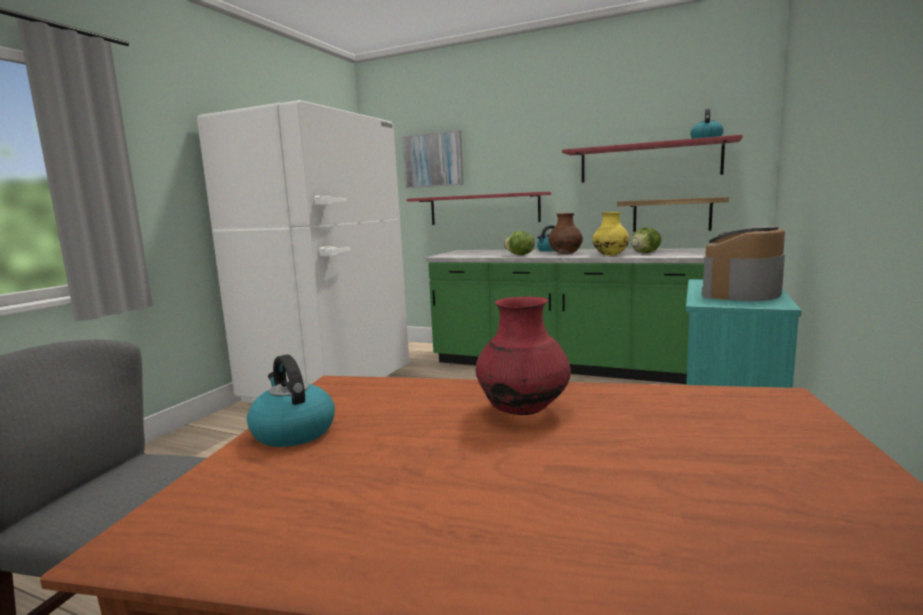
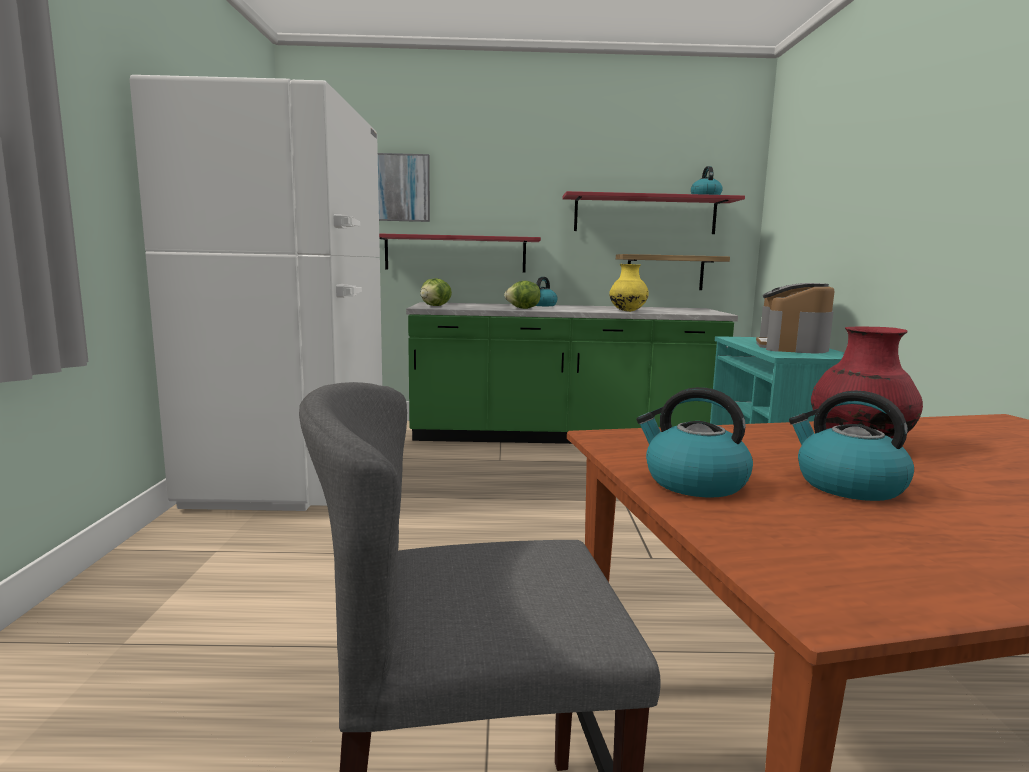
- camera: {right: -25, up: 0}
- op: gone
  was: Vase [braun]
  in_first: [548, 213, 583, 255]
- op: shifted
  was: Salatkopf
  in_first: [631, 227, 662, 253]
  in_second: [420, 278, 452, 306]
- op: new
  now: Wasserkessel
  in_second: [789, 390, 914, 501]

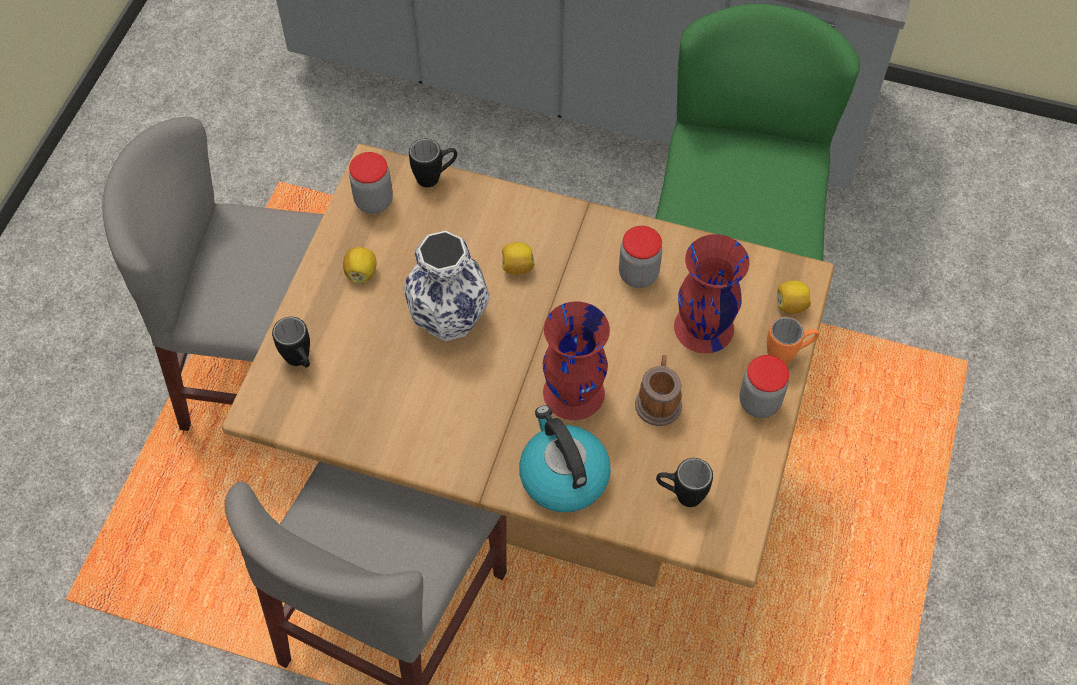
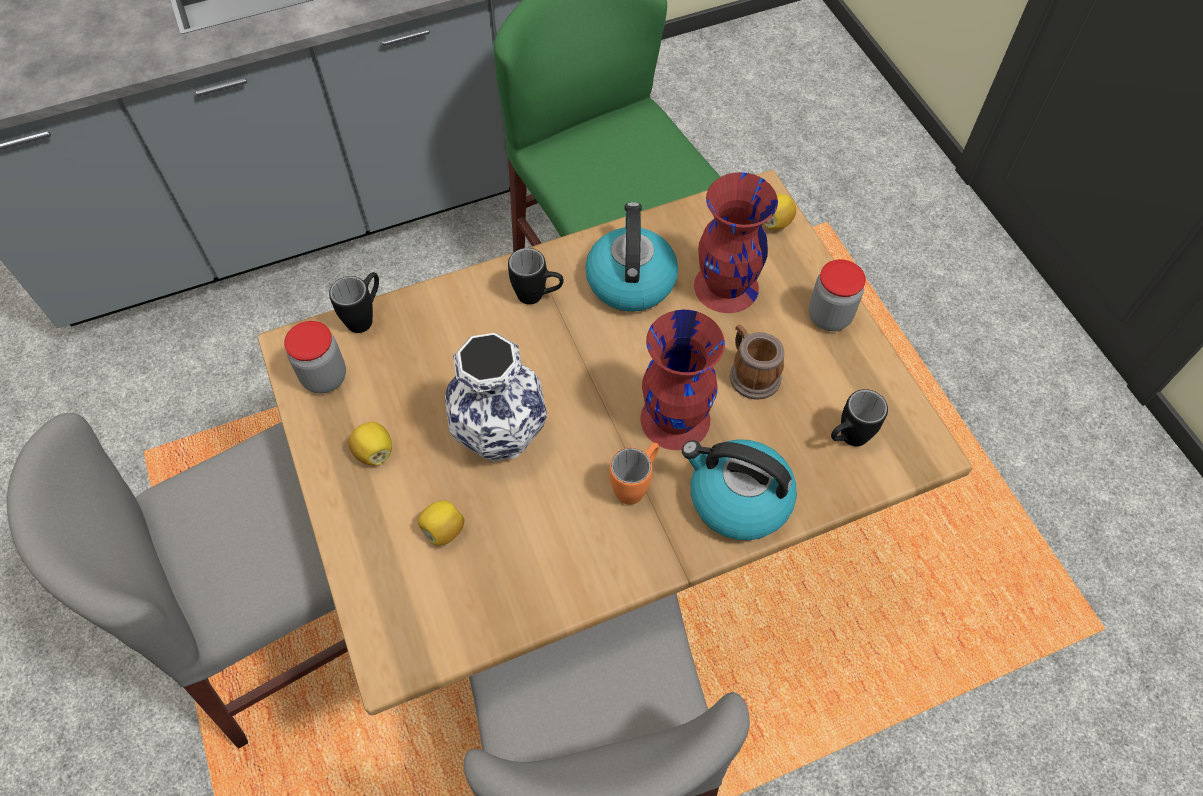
- camera: {right: -40, up: 0}
- op: shifted
  was: Henkelbecher [schwarz]
  in_first: [272, 317, 310, 368]
  in_second: [508, 248, 564, 305]
- op: shifted
  was: Zitrone
  in_first: [502, 242, 535, 275]
  in_second: [418, 501, 464, 546]
- op: swapped
  was: Vorratsglas
  now: Wasserkessel
  in_first: [619, 226, 662, 288]
  in_second: [585, 202, 678, 312]
- op: shifted
  was: Henkelbecher [orange]
  in_first: [767, 317, 819, 365]
  in_second: [609, 443, 659, 505]

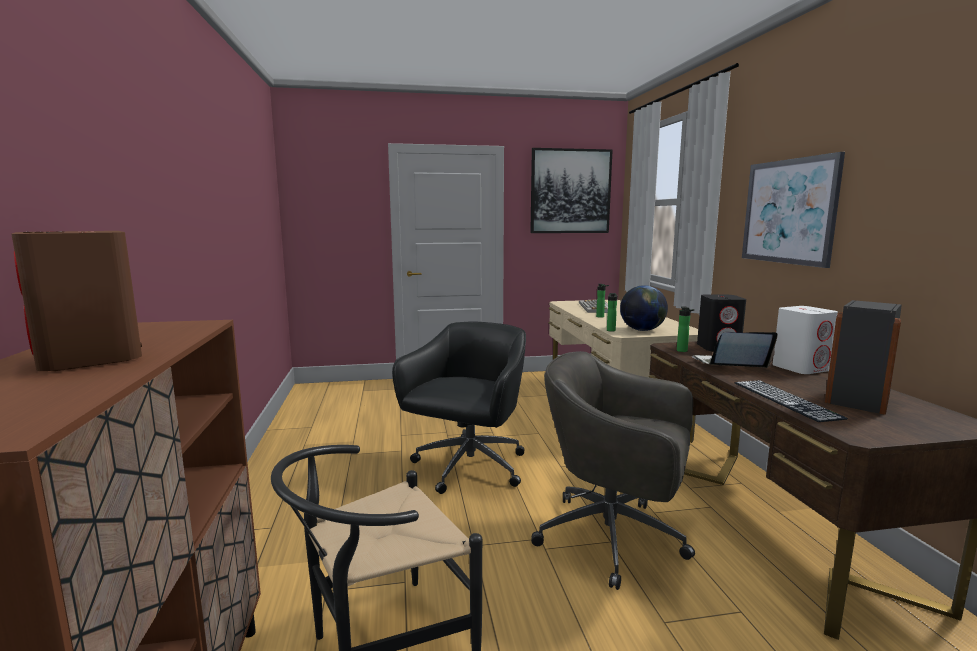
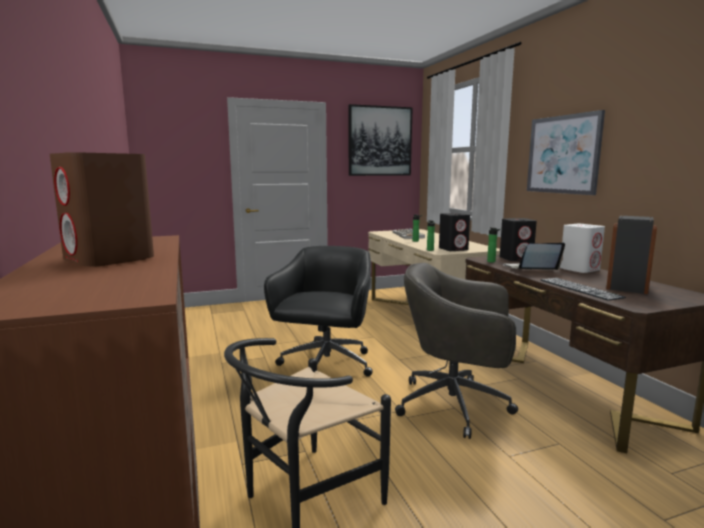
- camera: {right: -10, up: 0}
- op: swapped
  was: Globus
  now: Lautsprecher [schwarz]
  in_first: [620, 285, 668, 331]
  in_second: [439, 213, 470, 251]

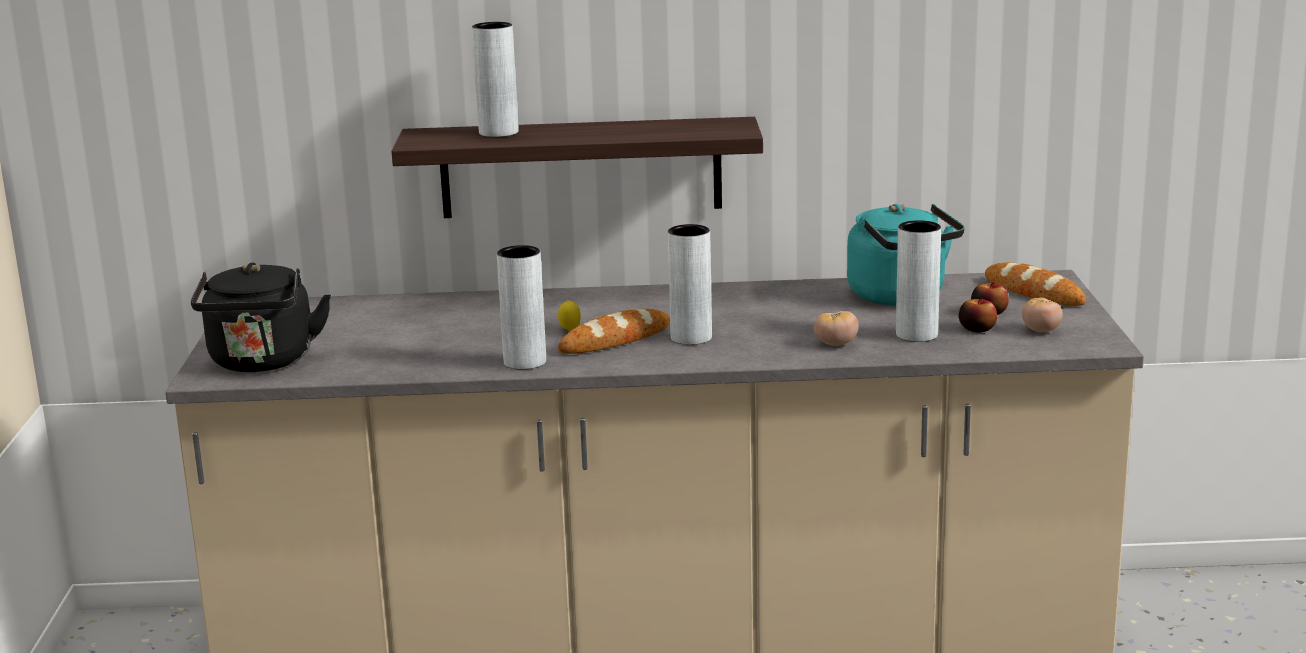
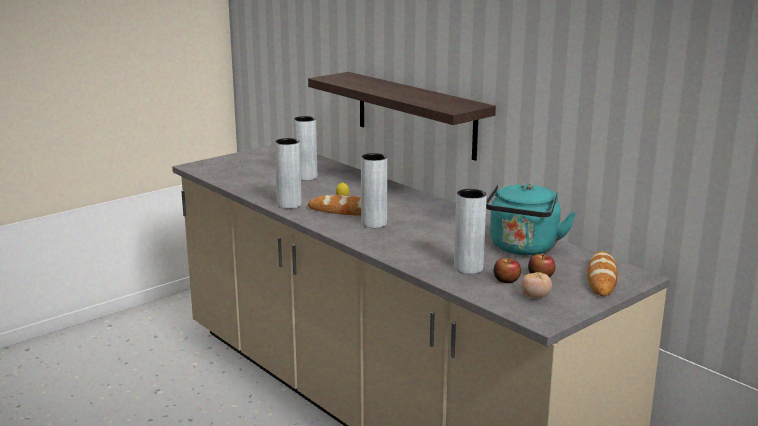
- camera: {right: 50, up: 0}
- op: gone
  was: Wasserkessel [schwarz]
  in_first: [191, 263, 331, 372]
- op: shifted
  was: Vase [grau]
  in_first: [472, 22, 518, 137]
  in_second: [293, 116, 317, 180]
- op: gone
  was: Tomate
  in_first: [814, 311, 859, 346]

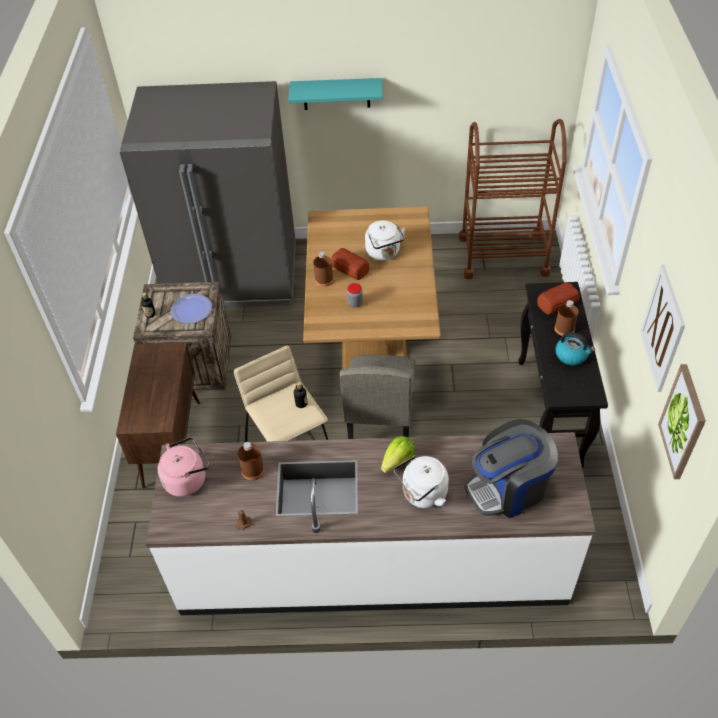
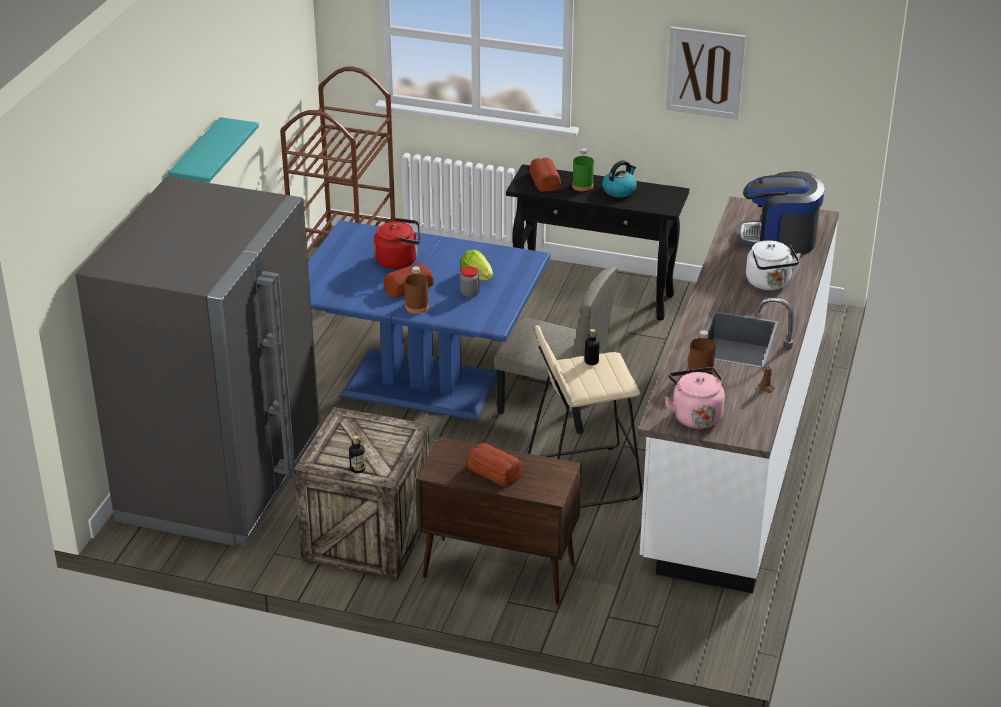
- camera: {right: -75, up: -15}
- op: gone
  was: Teller
  in_first: [171, 294, 212, 324]
- op: repainted
  was: Esstisch [braun]
  now: Esstisch [blau]
  in_first: [303, 207, 441, 369]
  in_second: [308, 220, 550, 421]
- op: repainted
  was: Wasserkessel [weiß]
  now: Wasserkessel [rot]
  in_first: [365, 221, 406, 260]
  in_second: [374, 218, 420, 269]
- op: shifted
  was: Salatkopf
  in_first: [381, 436, 415, 473]
  in_second: [460, 250, 493, 281]
- op: rotated
  was: Kaffeemaschine
  in_first: [465, 419, 558, 518]
  in_second: [738, 171, 825, 255]
  clockwise: 105
- op: repainted
  was: Flasche [braun]
  now: Flasche [grün]
  in_first: [554, 300, 578, 336]
  in_second: [572, 148, 594, 191]
- op: gone
  was: Bild
  in_first: [658, 364, 706, 479]
- op: new
  now: Brot
  in_second: [466, 443, 522, 487]

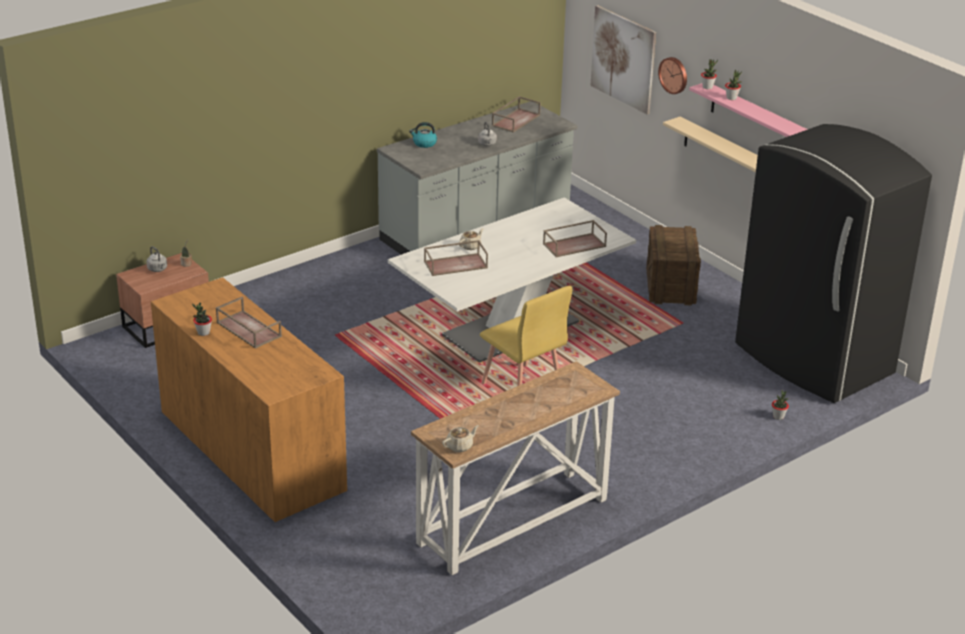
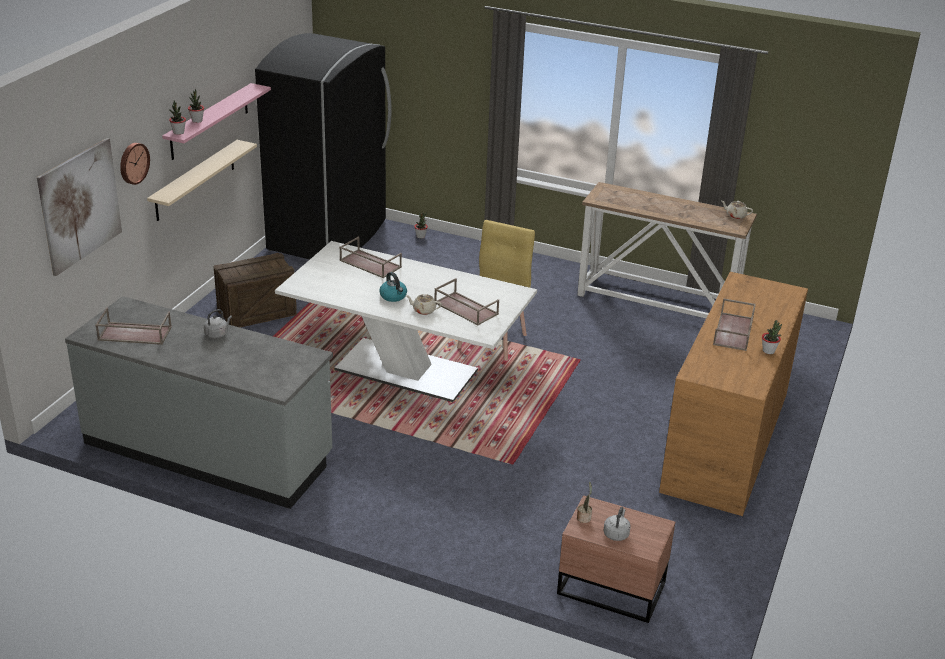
- camera: {right: -120, up: 0}
- op: shifted
  was: Wasserkessel
  in_first: [409, 122, 437, 148]
  in_second: [379, 272, 407, 302]

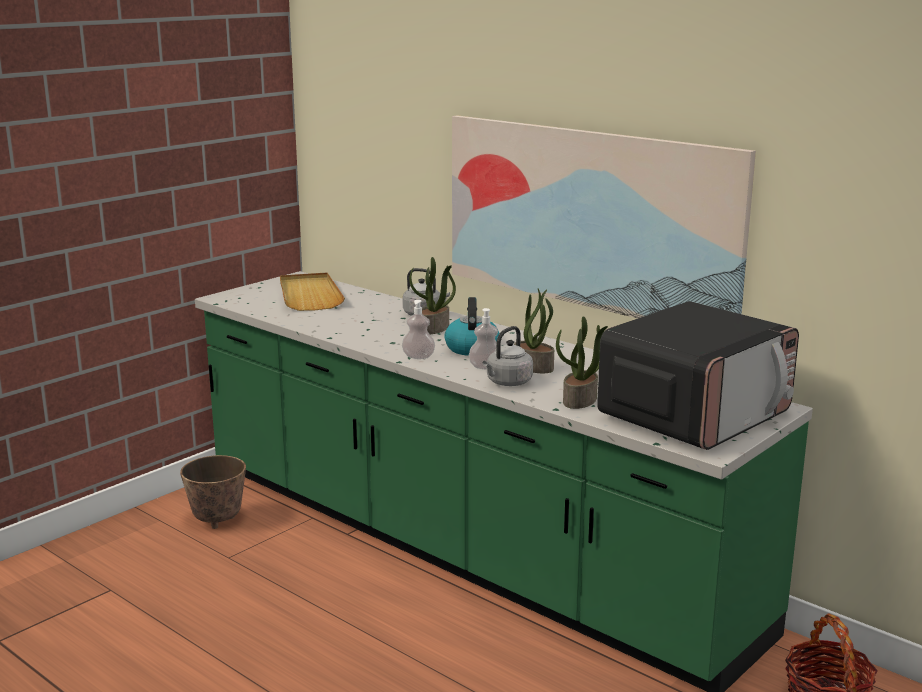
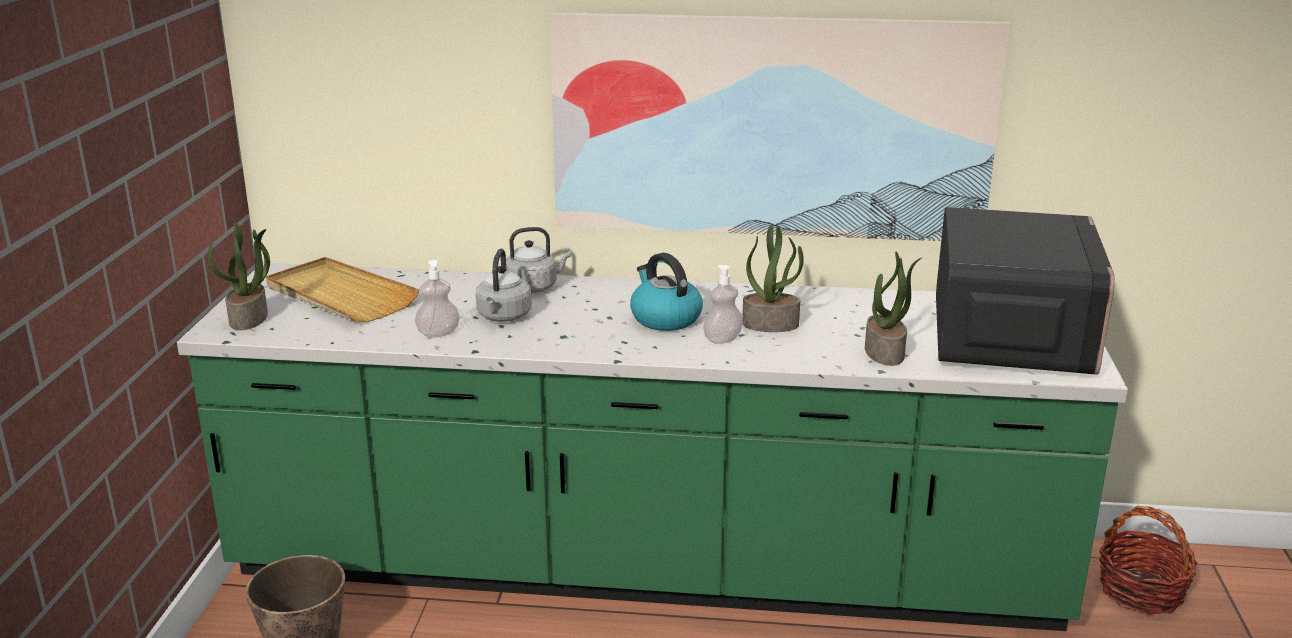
- camera: {right: -35, up: 5}
- op: shifted
  was: Seifenspender
  in_first: [402, 300, 435, 359]
  in_second: [415, 260, 460, 337]
- op: shifted
  was: Topfpflanze
  in_first: [409, 257, 456, 334]
  in_second: [208, 222, 270, 330]
- op: shifted
  was: Wasserkessel [grau]
  in_first: [483, 326, 533, 386]
  in_second: [476, 249, 531, 322]

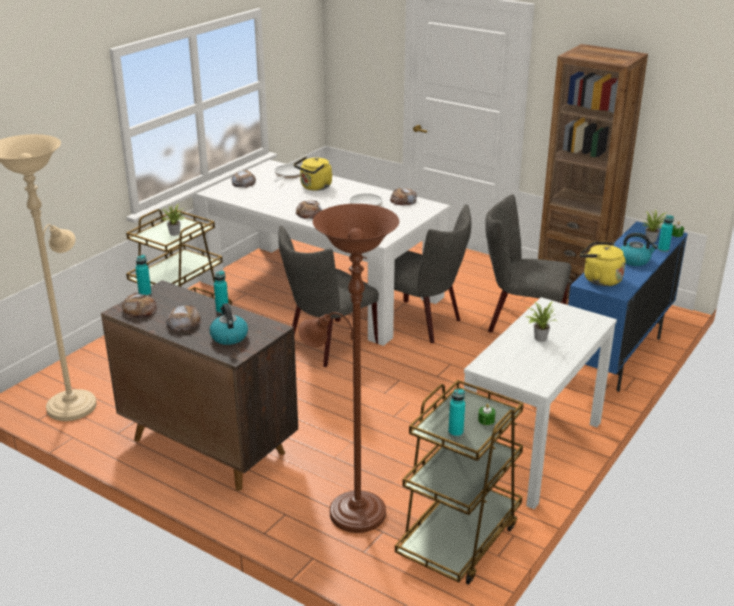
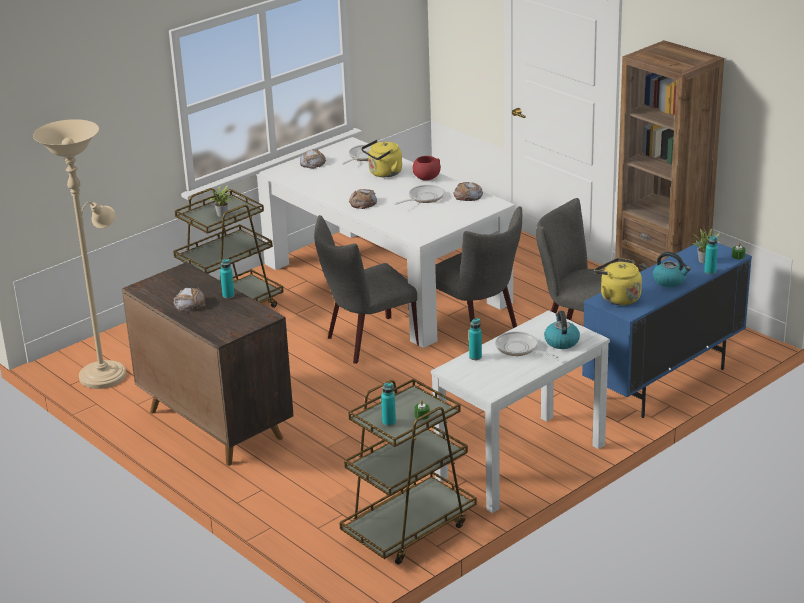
- camera: {right: 15, up: 0}
- op: gone
  was: Brot
  in_first: [122, 293, 157, 318]
- op: shifted
  was: Flasche [türkis]
  in_first: [135, 255, 152, 295]
  in_second: [469, 318, 482, 360]
- op: shifted
  was: Wasserkessel
  in_first: [209, 303, 248, 345]
  in_second: [544, 311, 580, 349]
- op: gone
  was: Stehlampe [braun]
  in_first: [298, 204, 399, 533]
- op: swapped
  was: Topfpflanze
  now: Pfanne
  in_first: [525, 301, 557, 342]
  in_second: [495, 331, 558, 358]
- op: new
  now: Schüssel [rot]
  in_second: [412, 156, 441, 181]

